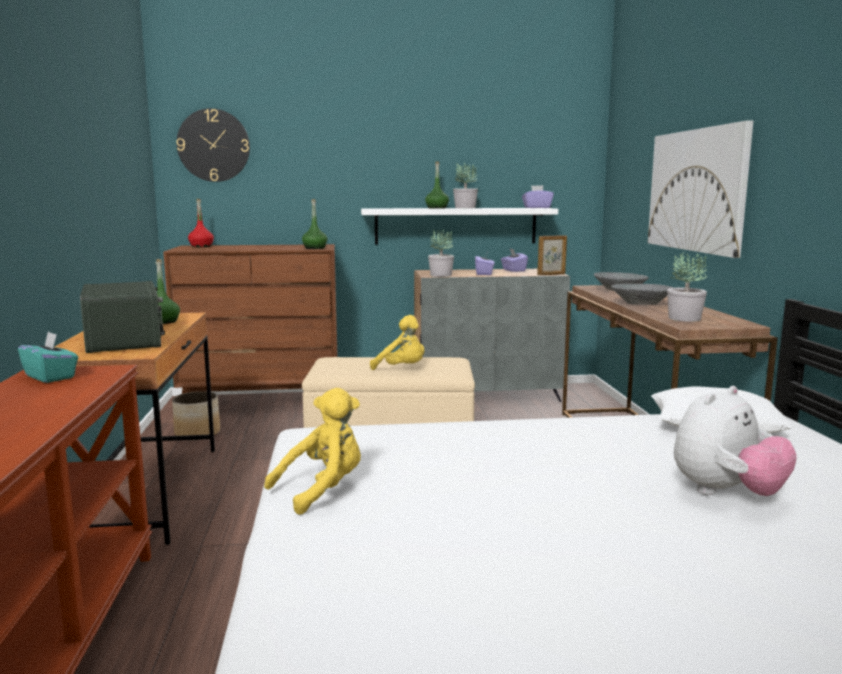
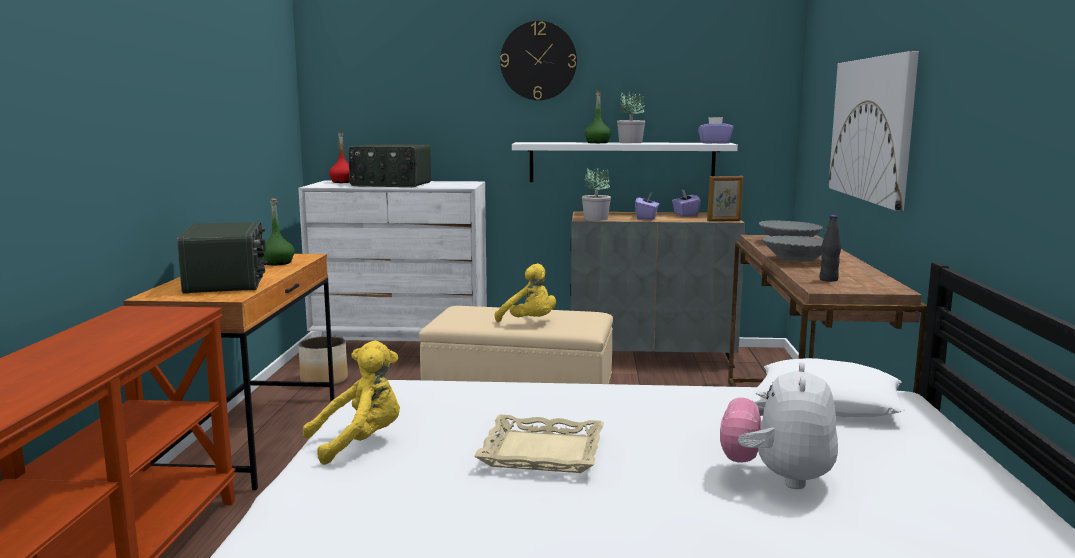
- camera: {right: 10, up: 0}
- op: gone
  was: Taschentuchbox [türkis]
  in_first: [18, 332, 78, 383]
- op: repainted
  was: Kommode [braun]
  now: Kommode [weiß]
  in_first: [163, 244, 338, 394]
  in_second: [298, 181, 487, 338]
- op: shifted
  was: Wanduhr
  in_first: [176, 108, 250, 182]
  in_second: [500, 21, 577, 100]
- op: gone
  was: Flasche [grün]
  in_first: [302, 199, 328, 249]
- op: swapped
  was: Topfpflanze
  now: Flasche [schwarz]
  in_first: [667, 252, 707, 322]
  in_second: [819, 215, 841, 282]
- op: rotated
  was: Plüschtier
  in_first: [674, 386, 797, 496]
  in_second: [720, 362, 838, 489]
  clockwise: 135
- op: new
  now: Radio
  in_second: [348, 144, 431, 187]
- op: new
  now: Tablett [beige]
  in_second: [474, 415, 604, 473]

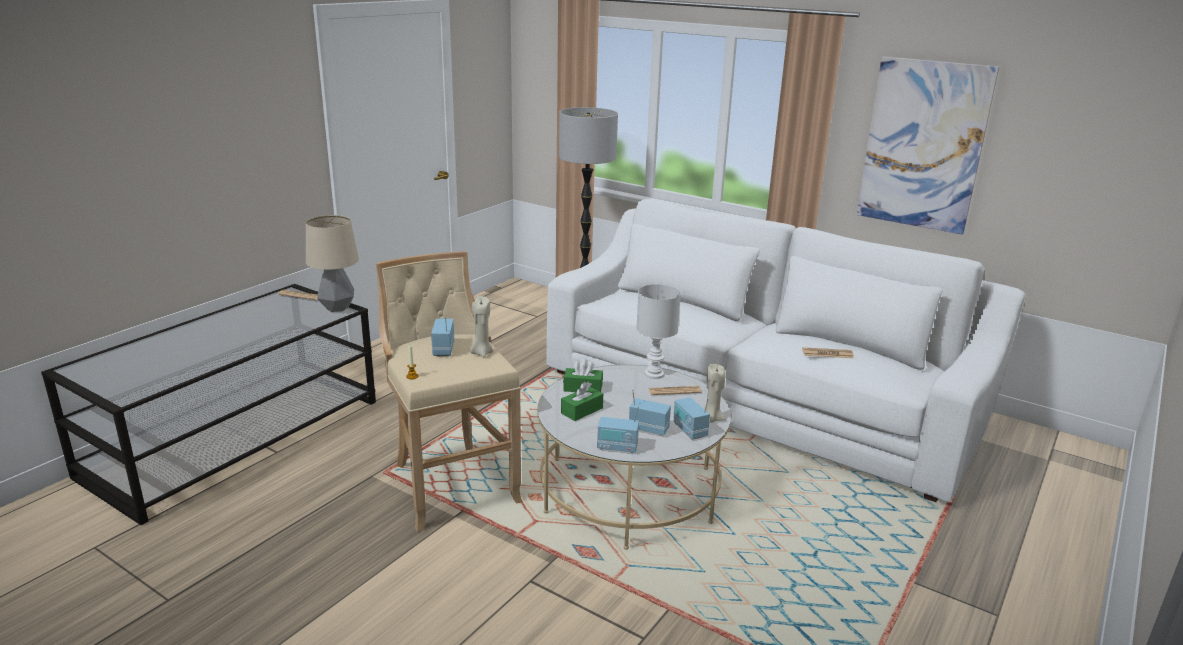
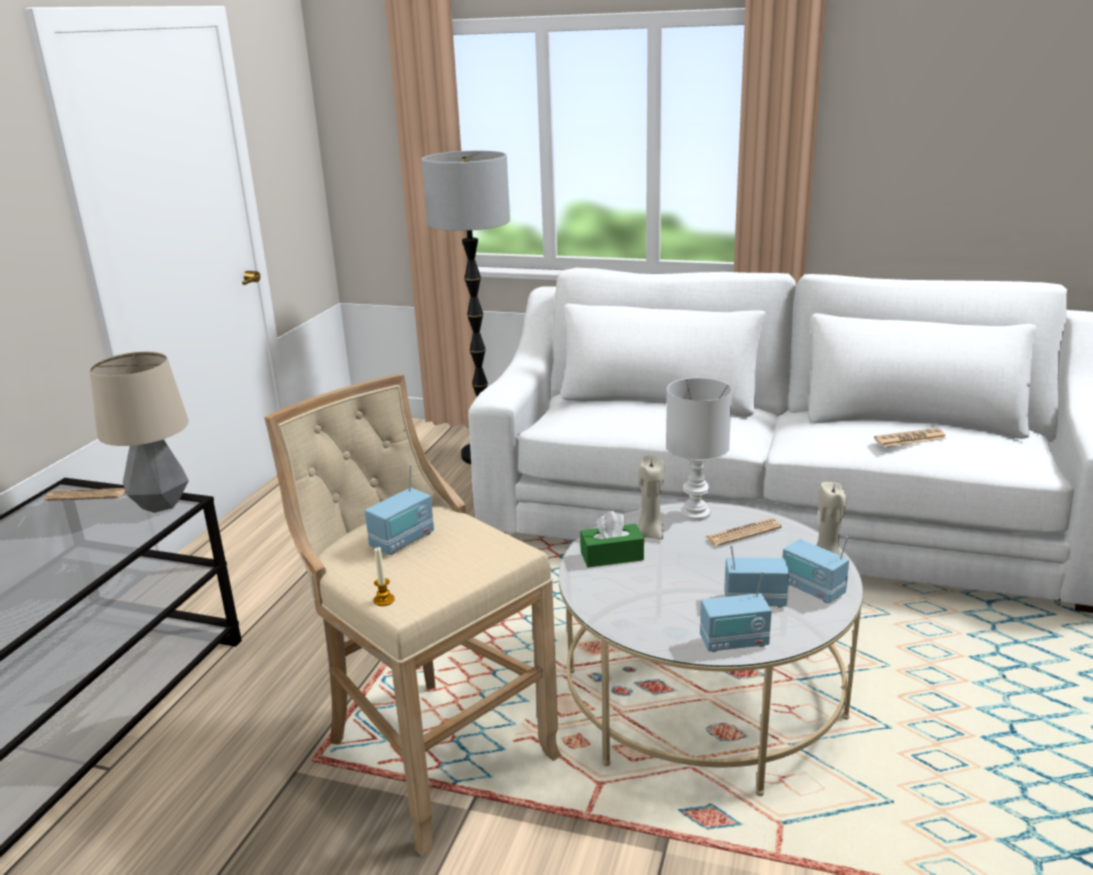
- camera: {right: -15, up: 0}
- op: rotated
  was: Radio
  in_first: [431, 317, 454, 356]
  in_second: [365, 464, 434, 555]
  clockwise: -120
- op: shifted
  was: Kerze [beige]
  in_first: [470, 296, 493, 357]
  in_second: [637, 455, 664, 540]
- op: gone
  was: Taschentuchbox [grün]
  in_first: [561, 382, 603, 421]
- op: gone
  was: Bild
  in_first: [857, 56, 999, 235]

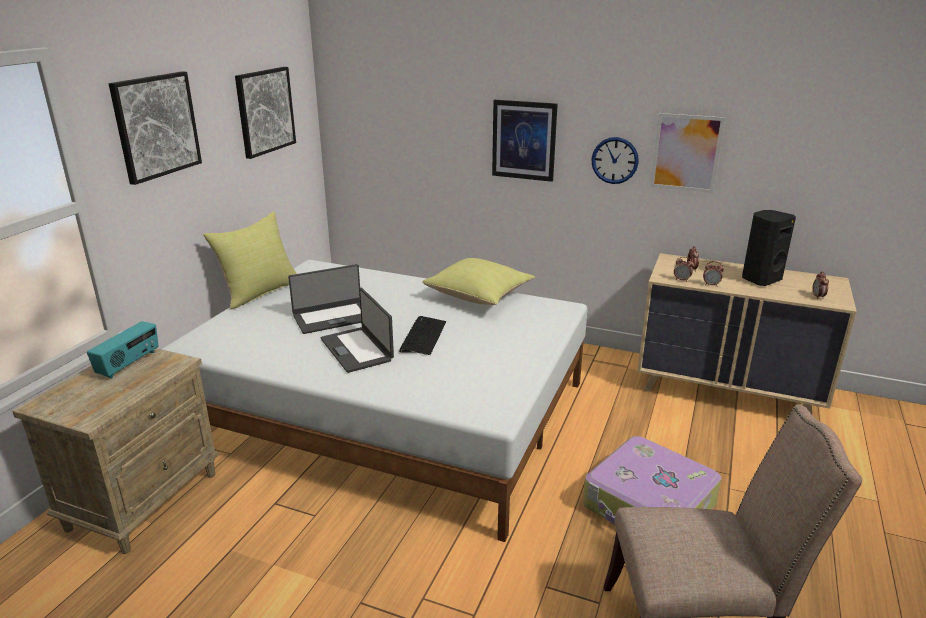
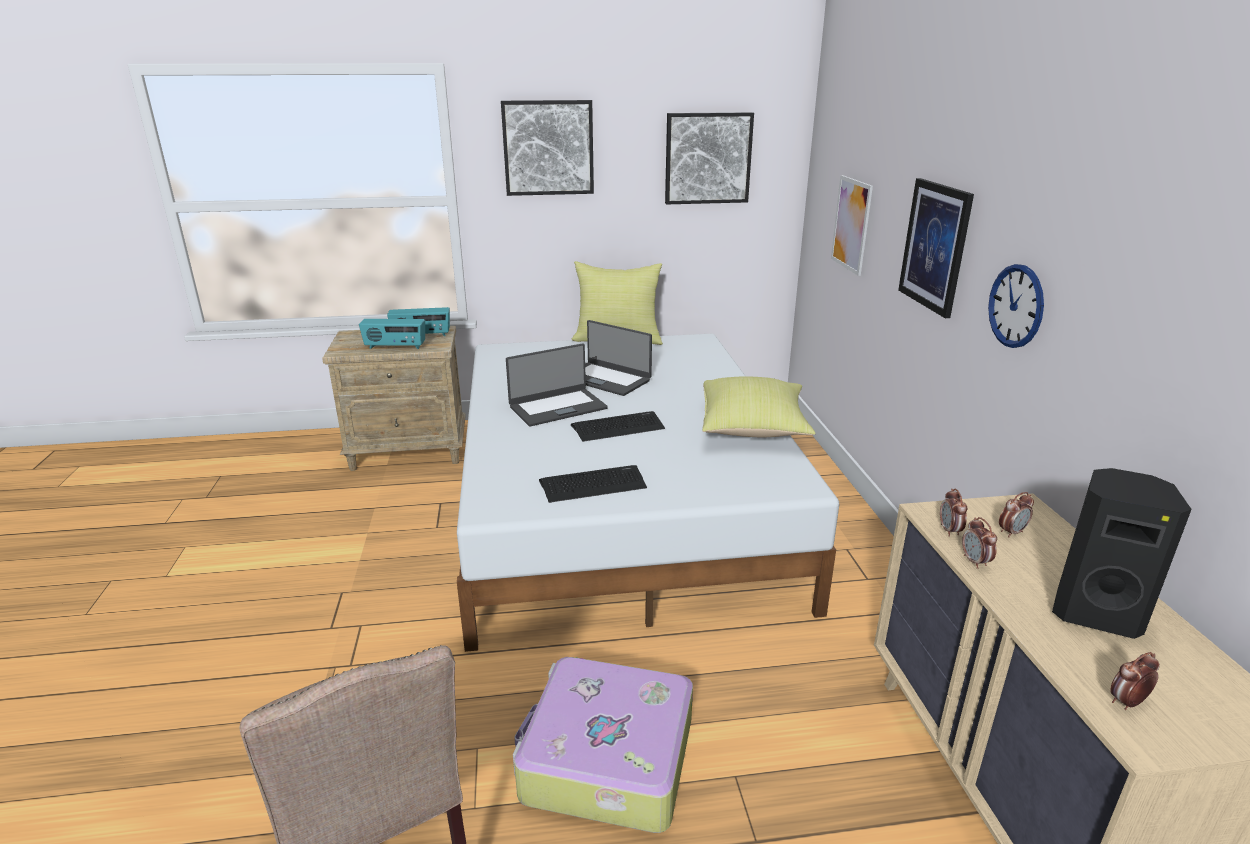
- camera: {right: 60, up: 0}
- op: rotated
  was: Laptop
  in_first: [321, 288, 394, 373]
  in_second: [506, 343, 608, 426]
  clockwise: -150
- op: shifted
  was: Bild
  in_first: [650, 113, 725, 193]
  in_second: [831, 175, 873, 276]
- op: new
  now: Radio
  in_second: [359, 319, 425, 349]
- op: new
  now: Tastatur
  in_second: [539, 465, 647, 503]

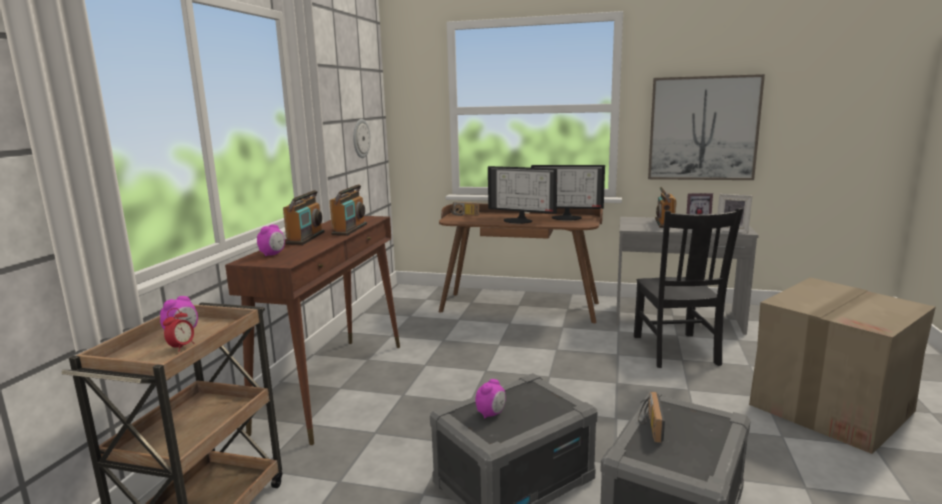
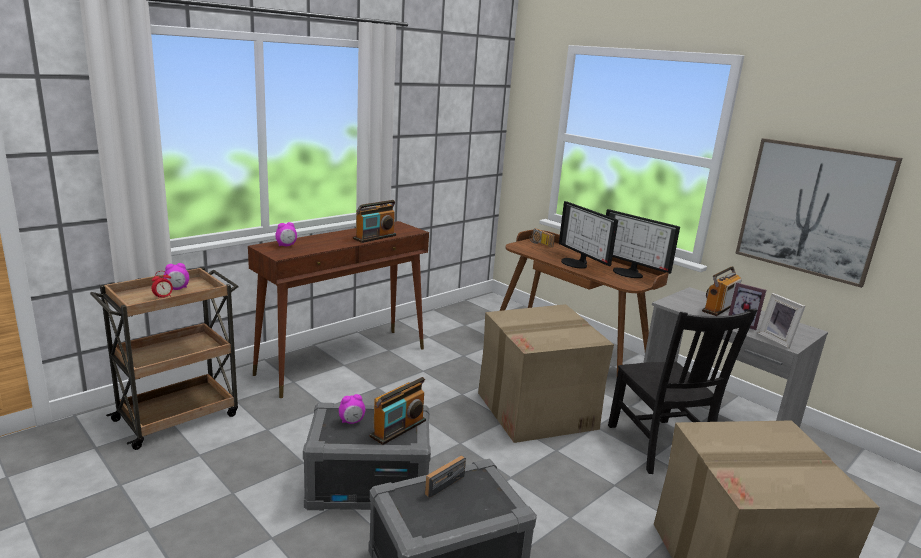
- camera: {right: 30, up: 5}
- op: shifted
  was: Radio
  in_first: [283, 190, 325, 245]
  in_second: [370, 377, 426, 445]
- op: gone
  was: Wanduhr
  in_first: [353, 119, 371, 158]
- op: rotated
  was: Stuhl [schwarz]
  in_first: [634, 209, 743, 368]
  in_second: [608, 309, 757, 474]
  clockwise: -45
- op: new
  now: Karton
  in_second: [478, 304, 614, 443]

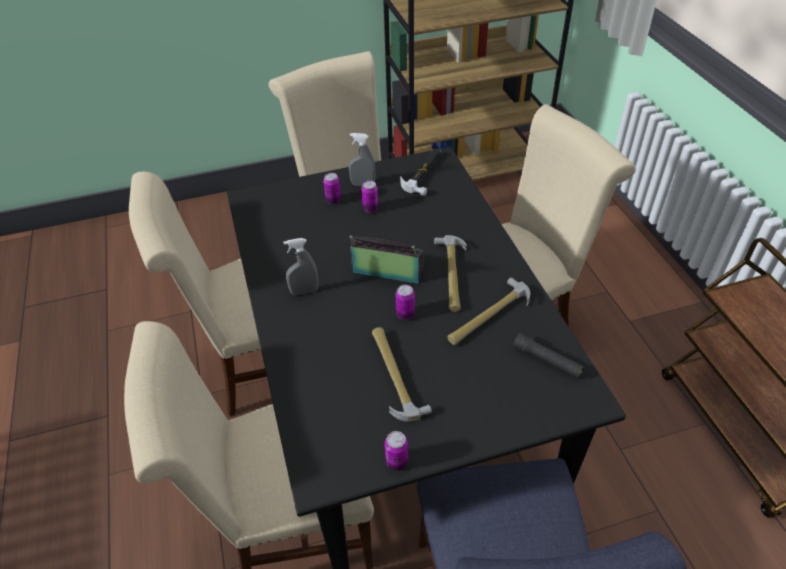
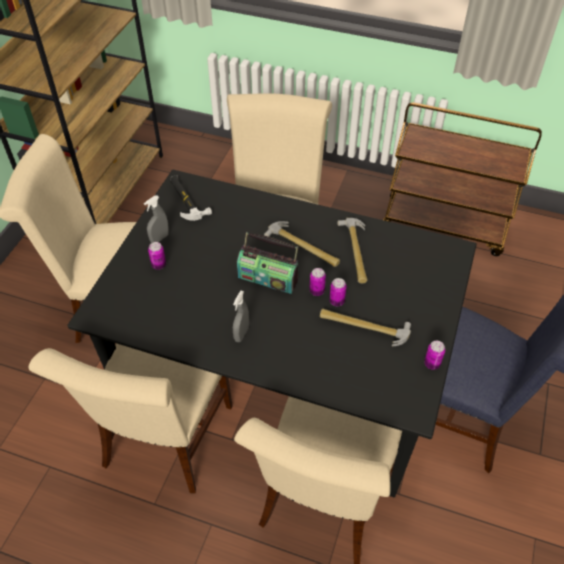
- camera: {right: -55, up: 5}
- op: rotated
  was: Radio
  in_first: [350, 235, 423, 284]
  in_second: [237, 232, 298, 294]
  clockwise: -120
- op: shifted
  was: Dose
  in_first: [361, 181, 379, 213]
  in_second: [329, 278, 347, 306]
- op: gone
  was: Taschenlampe [schwarz]
  in_first: [514, 333, 584, 378]

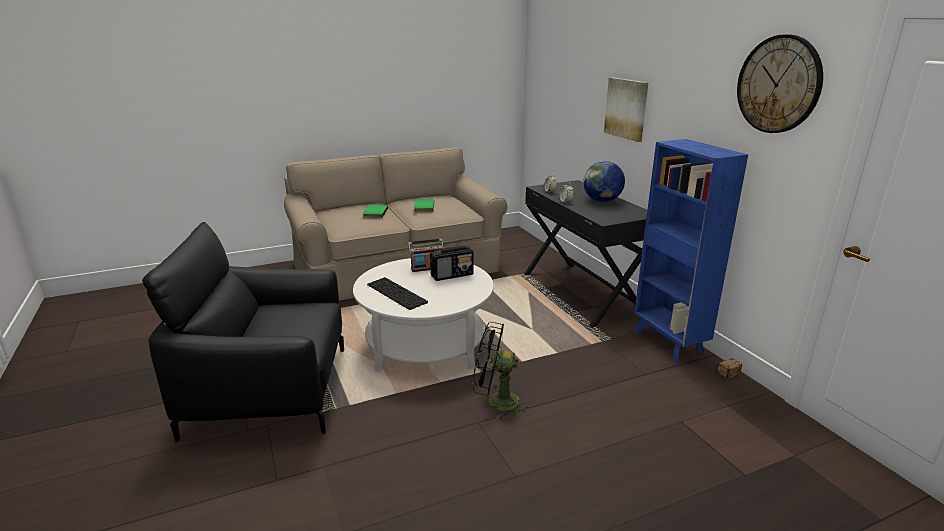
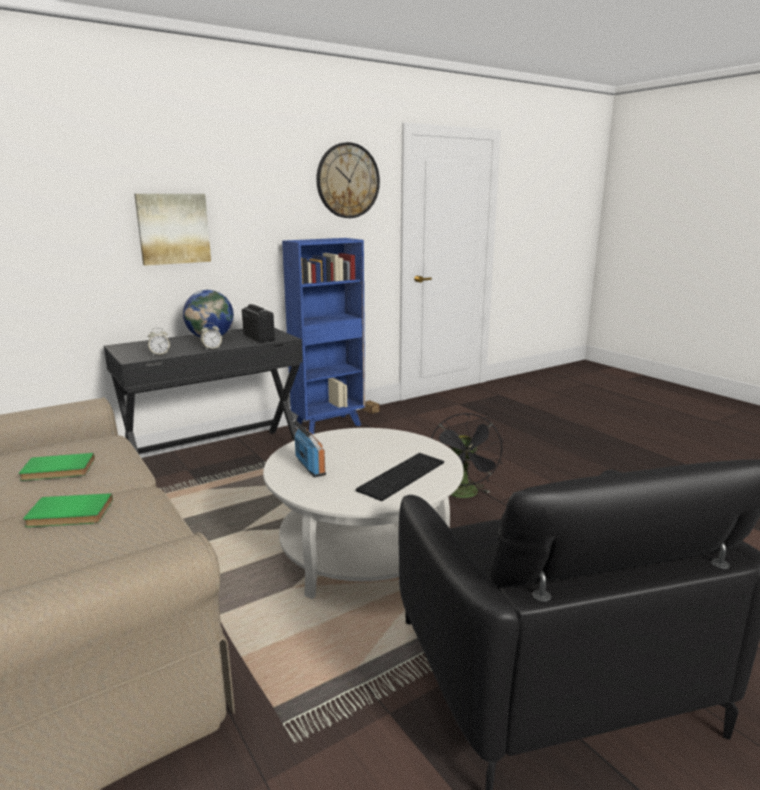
- camera: {right: -100, up: -5}
- op: shifted
  was: Radio
  in_first: [430, 246, 474, 281]
  in_second: [242, 304, 275, 343]

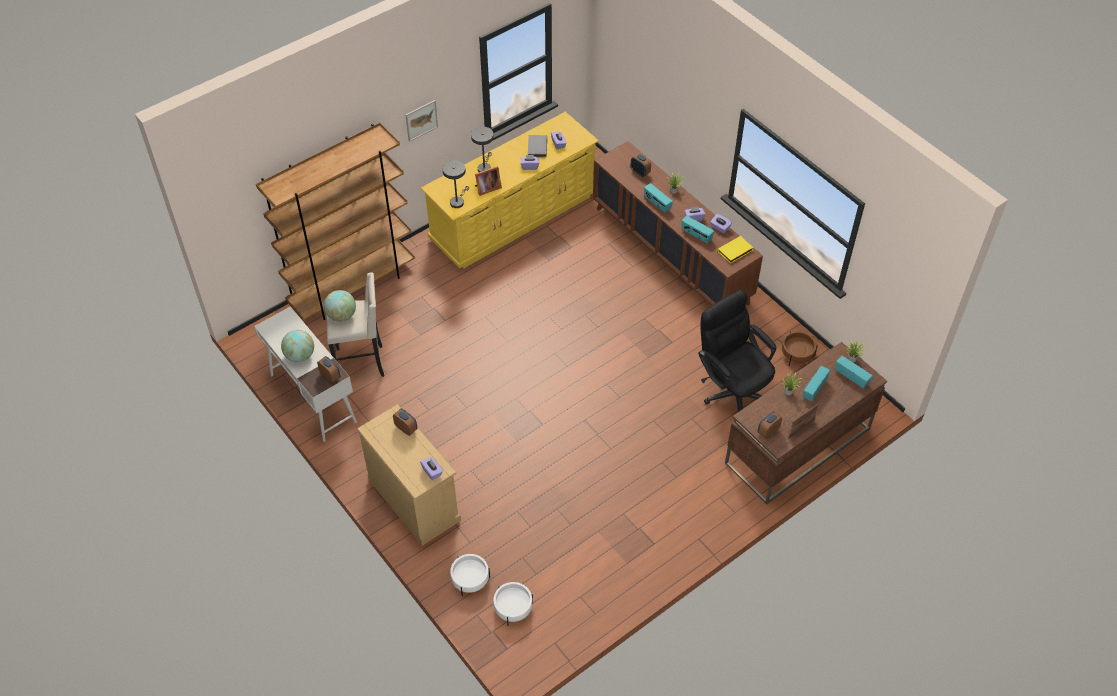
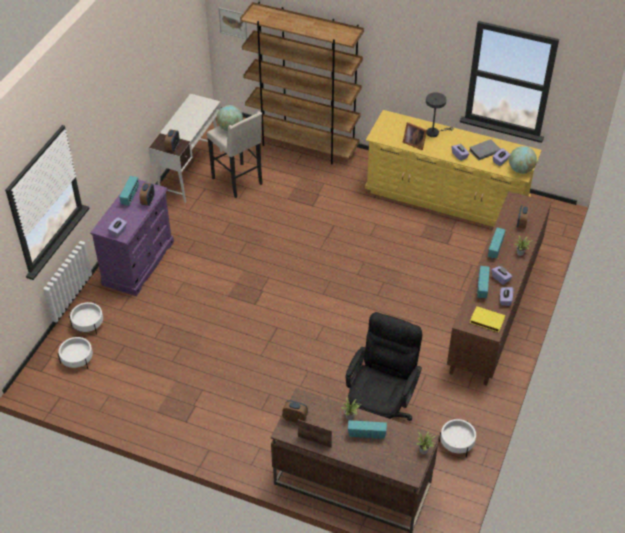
- camera: {right: 60, up: -5}
- op: shifted
  was: Globus
  in_first: [281, 330, 314, 362]
  in_second: [509, 146, 537, 174]
- op: repainted
  was: Kommode [beige]
  now: Kommode [lila]
  in_first: [357, 404, 461, 546]
  in_second: [90, 179, 174, 296]
- op: shifted
  was: Bild
  in_first: [405, 100, 438, 142]
  in_second: [219, 7, 247, 39]
- op: gone
  was: Tischlampe [grau]
  in_first: [442, 160, 469, 208]
- op: repainted
  was: Pflanzkübel [braun]
  now: Pflanzkübel [weiß]
  in_first: [782, 331, 818, 366]
  in_second: [439, 419, 476, 457]
- op: shifted
  was: Radio
  in_first: [835, 356, 873, 388]
  in_second: [119, 176, 139, 206]

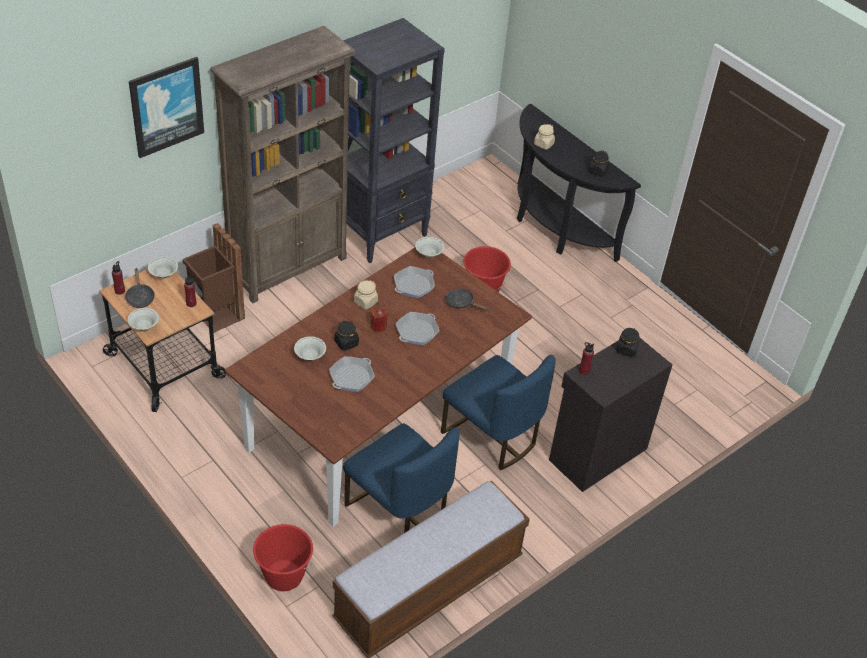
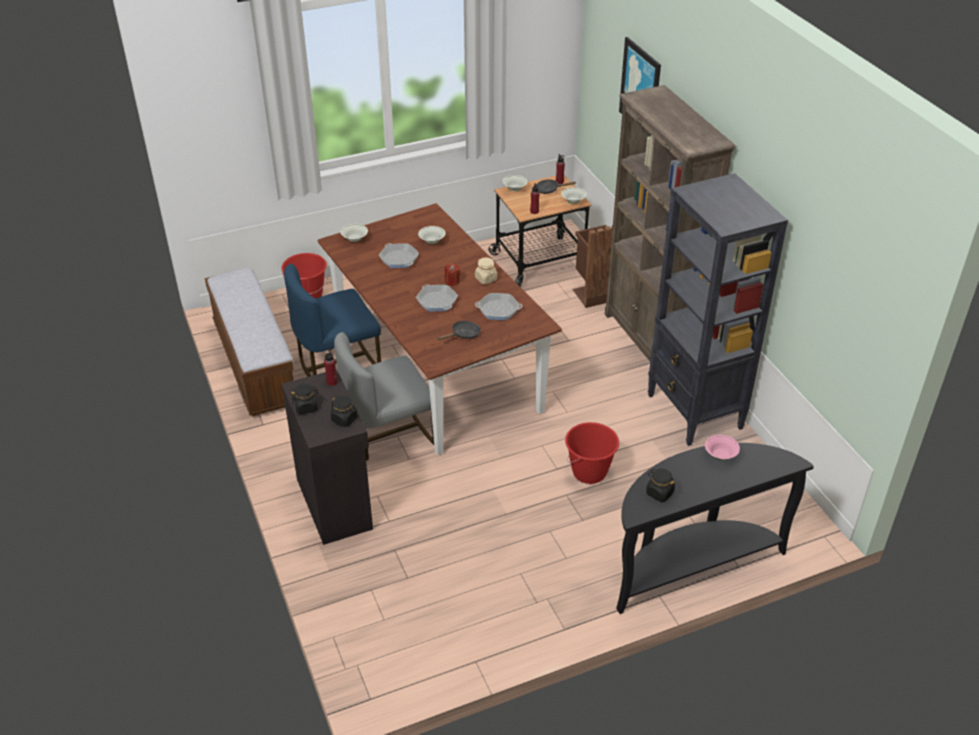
- camera: {right: 110, up: -5}
- op: shifted
  was: Vorratsglas [schwarz]
  in_first: [334, 321, 359, 351]
  in_second: [291, 383, 319, 414]
- op: rotated
  was: Pfanne
  in_first: [394, 266, 435, 298]
  in_second: [475, 293, 522, 320]
  clockwise: 120
- op: shifted
  was: Schüssel [weiß]
  in_first: [415, 237, 444, 258]
  in_second: [341, 224, 368, 242]
- op: repainted
  was: Stuhl [blau]
  now: Stuhl [grau]
  in_first: [441, 355, 556, 470]
  in_second: [334, 332, 434, 461]
- op: swapped
  was: Vorratsglas [beige]
  now: Schüssel [rosa]
  in_first: [534, 124, 555, 150]
  in_second: [705, 435, 740, 460]

